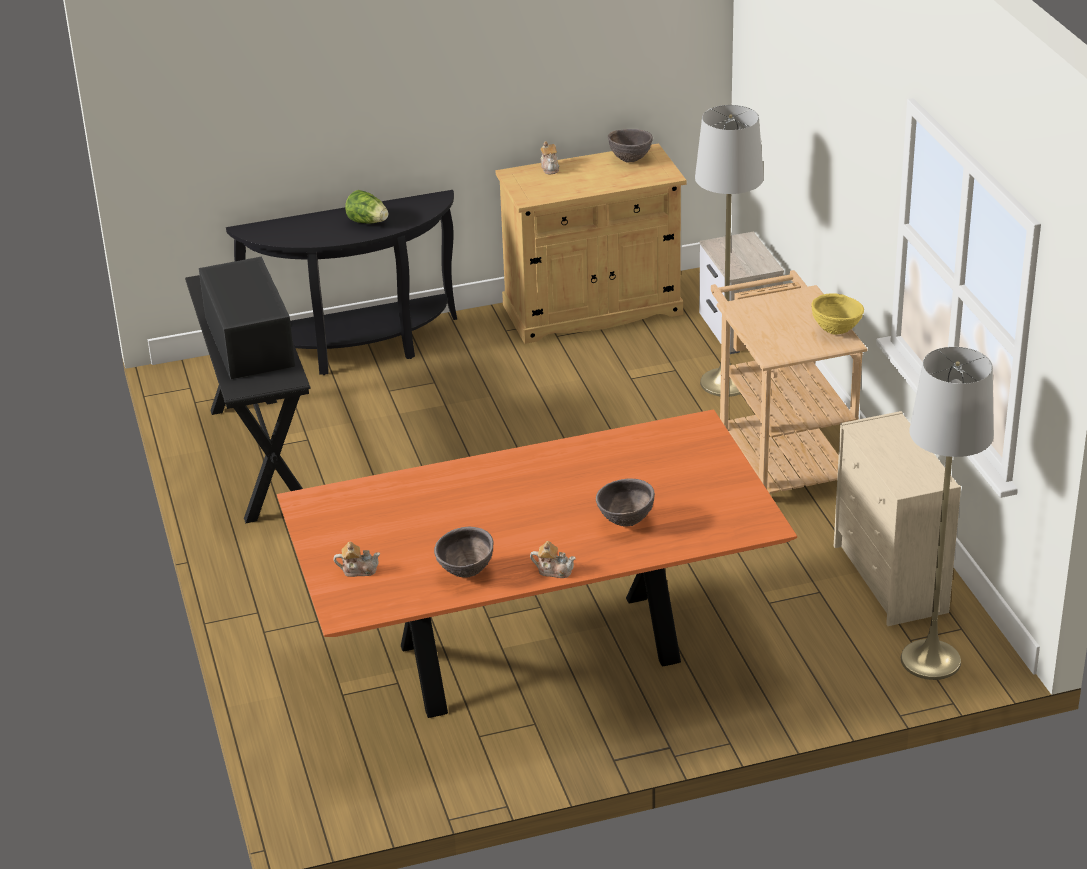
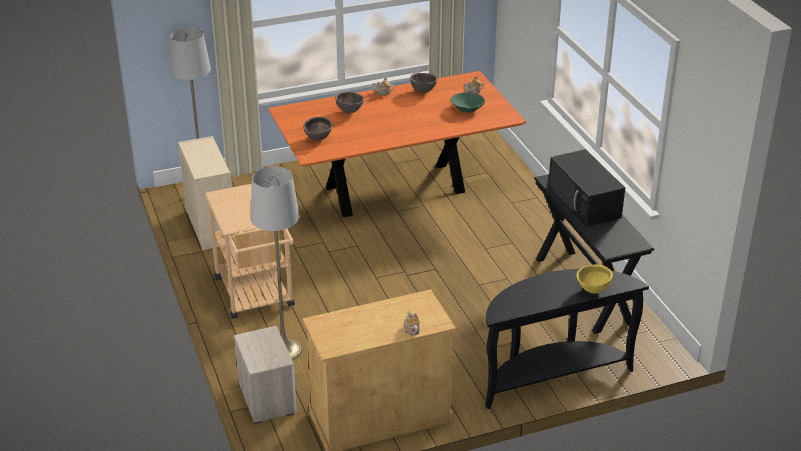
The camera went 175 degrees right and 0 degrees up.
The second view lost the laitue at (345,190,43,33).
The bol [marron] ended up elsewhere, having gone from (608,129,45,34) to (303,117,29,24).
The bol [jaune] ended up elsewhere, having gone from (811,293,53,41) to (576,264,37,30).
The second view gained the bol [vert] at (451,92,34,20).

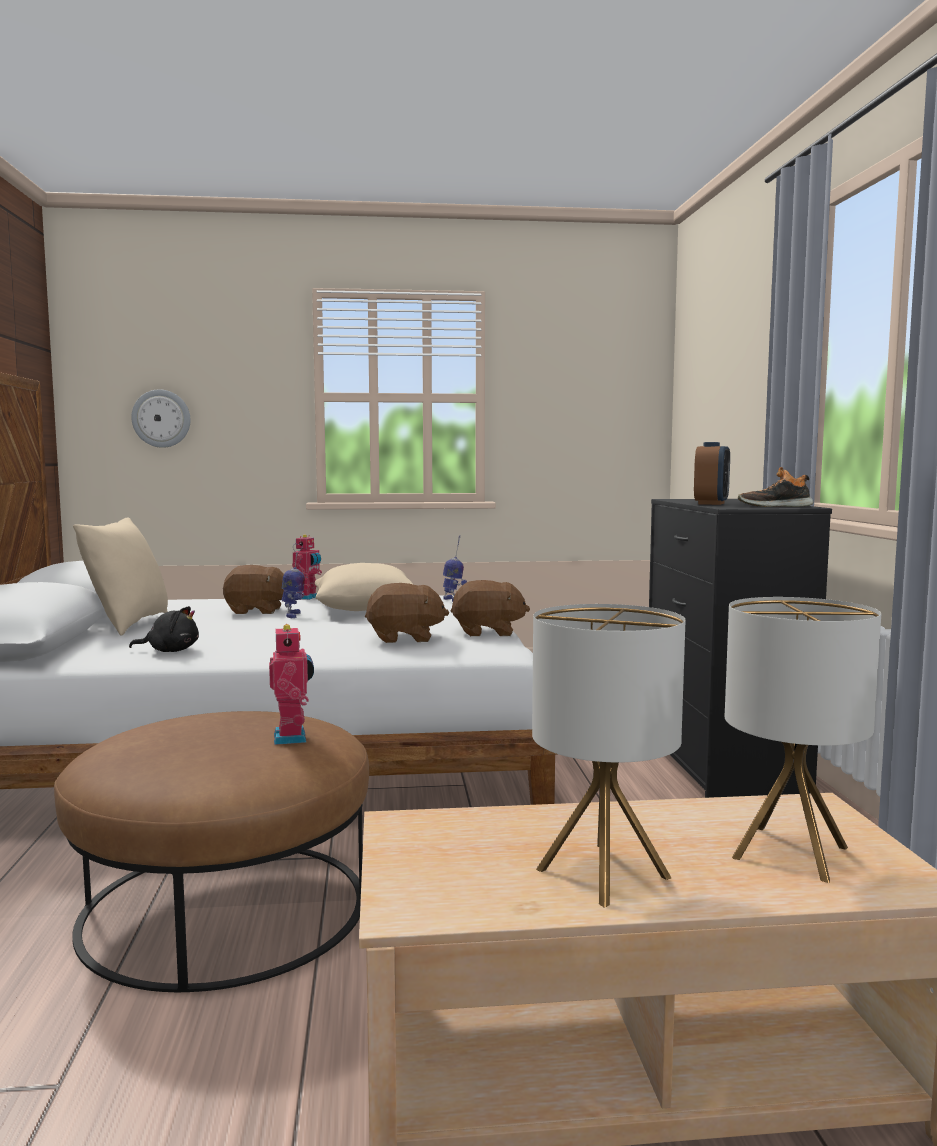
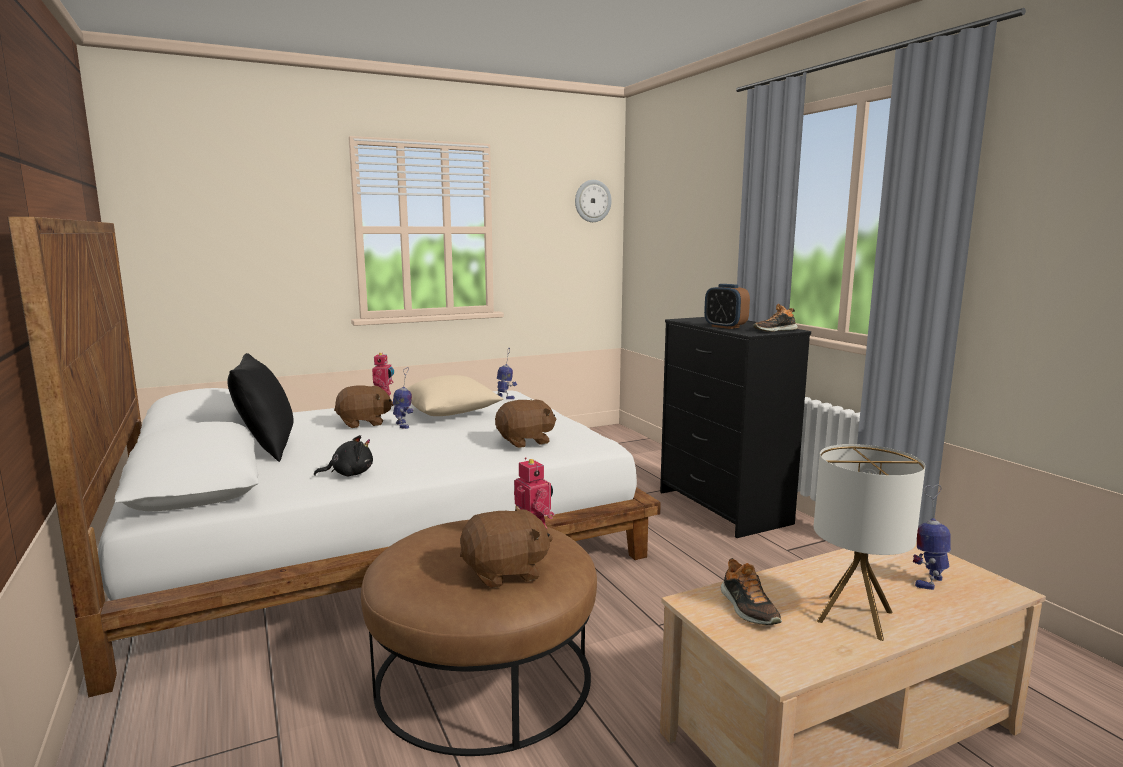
The camera went 20 degrees left and 5 degrees up.
What was the coussin [beige] at (73,517,95,119) turned into the coussin [noir] at (228,353,66,109).
The horloge murale ended up elsewhere, having gone from (131,389,60,59) to (575,180,37,42).
The peluche [marron] ended up elsewhere, having gone from (451,580,79,56) to (460,506,93,82).
The réveil at (694,442,36,63) ended up facing another way, 135 degrees clockwise from before.
Where the lampe de table stood at (725,597,156,286), the robot jouet came to stand at (913,485,38,105).
The second view gained the chaussure at (721,558,61,67).

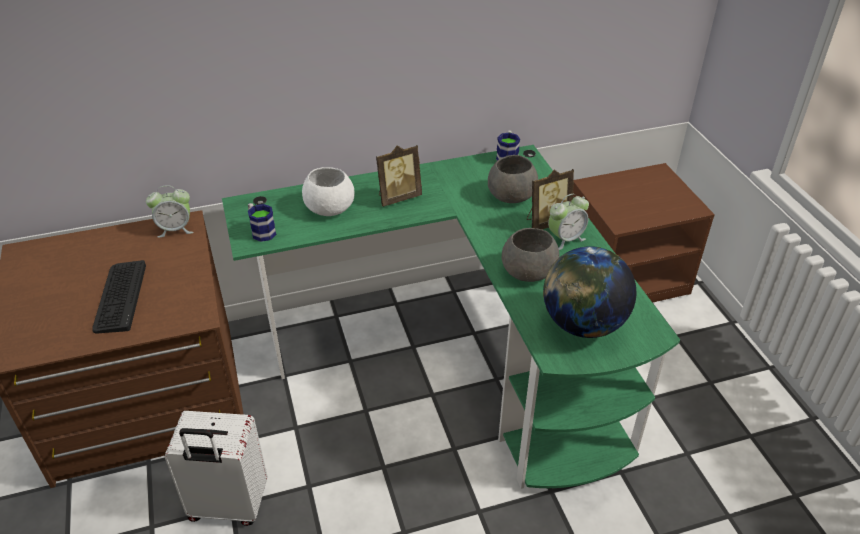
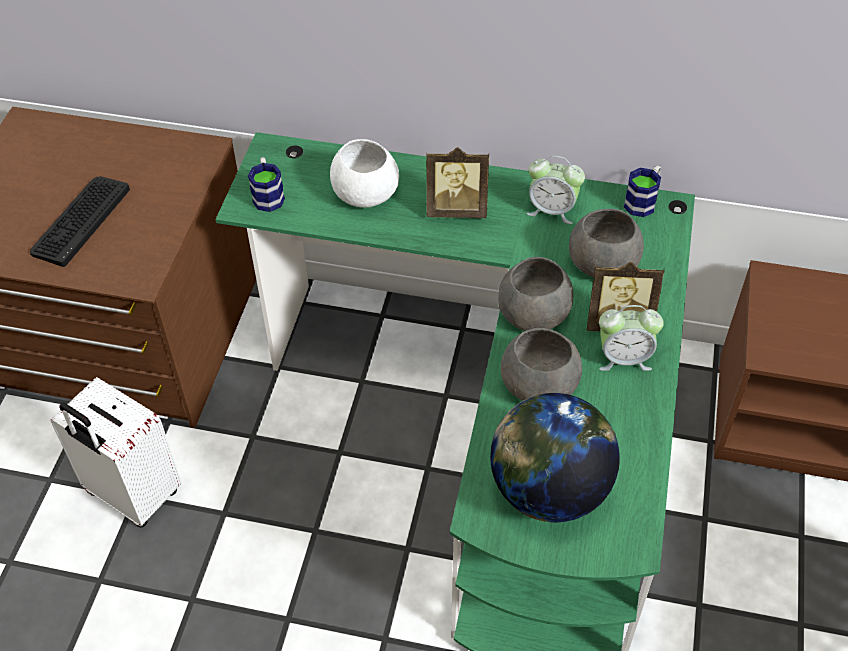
The camera went 30 degrees right and 10 degrees up.
The réveil ended up elsewhere, having gone from (146,185,47,53) to (527,156,58,68).
The second view gained the bol [gris] at (498,257,76,74).

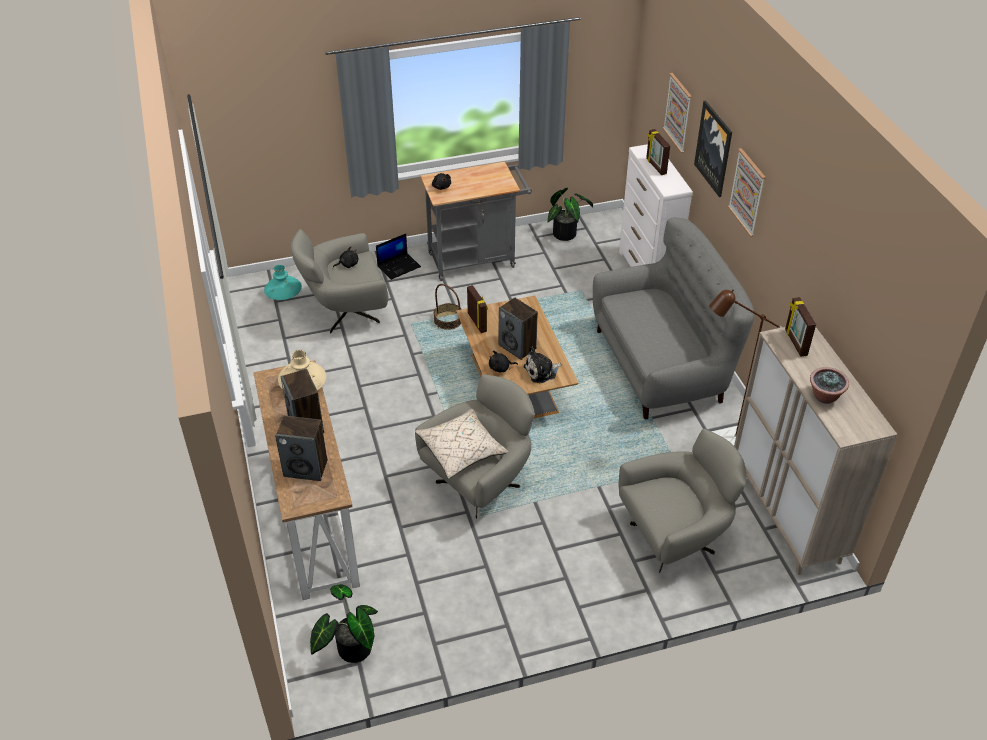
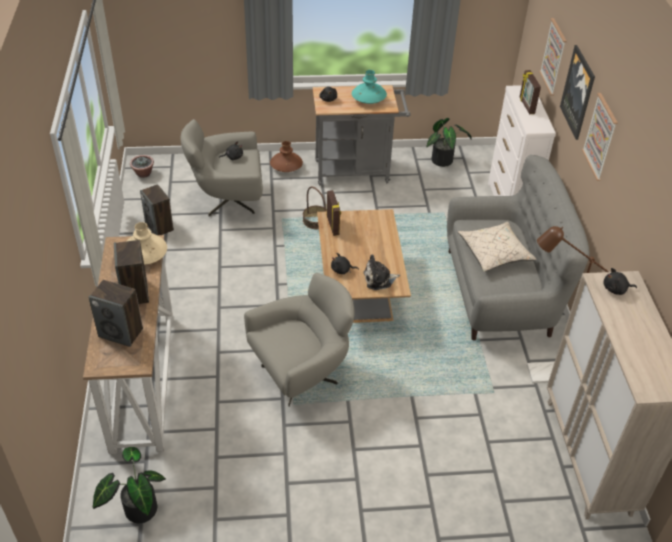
The camera went 10 degrees right and 0 degrees up.
The vase [turquoise] ended up elsewhere, having gone from (264,265,38,35) to (352,70,35,34).
Where the ordinateur portable stood at (376,234,45,46), the vase [marron] came to stand at (270,141,33,31).
The coussin [beige] ended up elsewhere, having gone from (415,409,93,70) to (458,222,79,50).
The enceinte ended up elsewhere, having gone from (499,298,39,62) to (140,184,34,51).
The second view lost the fauteuil [gris] at (619,429,127,144).
Where the cadre photo stood at (785,297,31,60), the peluche [noir] came to stand at (604,268,33,27).
The plante en pot ended up elsewhere, having gone from (810,367,39,37) to (130,155,24,23).

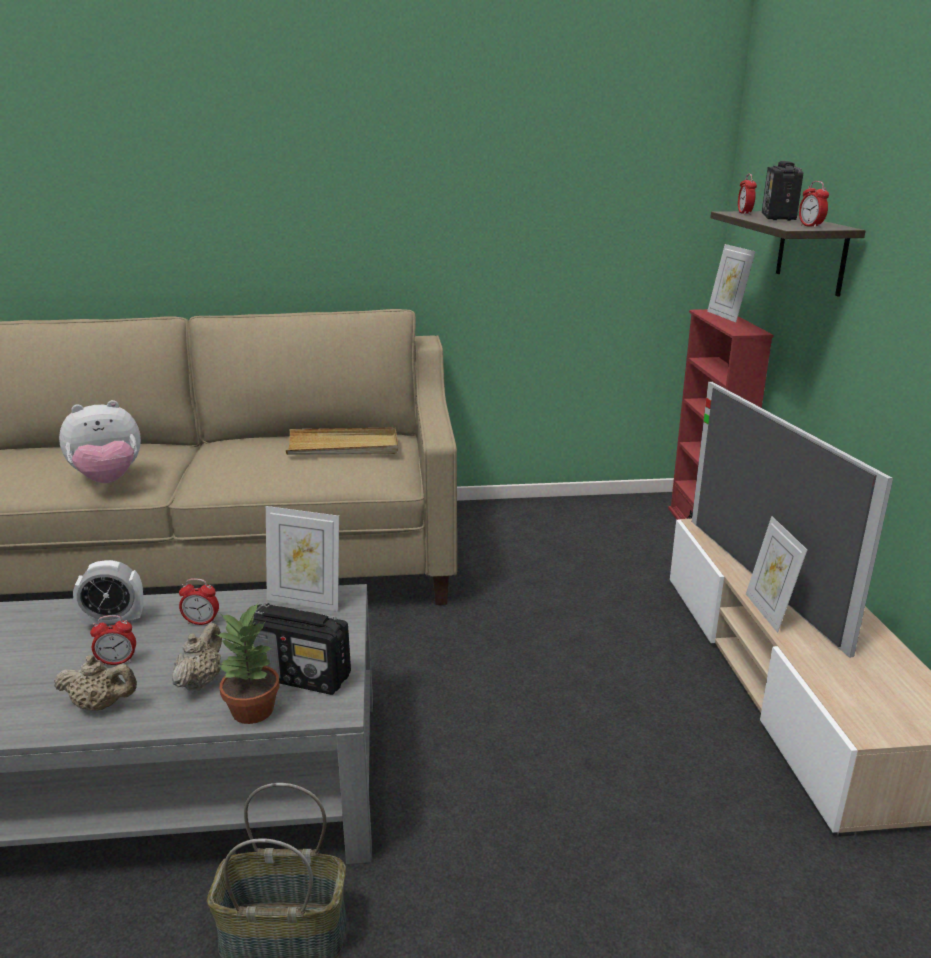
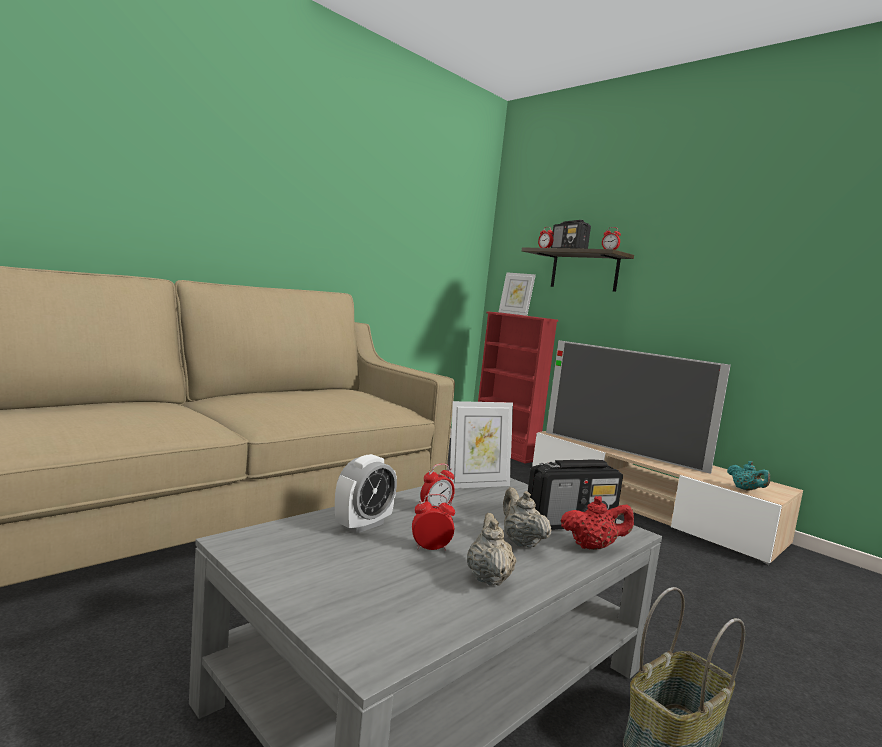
The camera went 40 degrees left and 15 degrees down.
The théière [beige] at (54,655,83,56) ended up facing another way, 60 degrees counterclockwise from before.
The second view lost the peluche at (59,400,82,83).
The réveil at (90,615,46,50) ended up facing another way, 135 degrees counterclockwise from before.
Where the plante en pot stood at (215,603,65,121), the théière [rouge] came to stand at (561,496,73,54).
The second view lost the plateau [beige] at (286,427,112,28).
The second view lost the cadre photo at (746,516,61,117).
The second view gained the théière [turquoise] at (727,461,43,29).

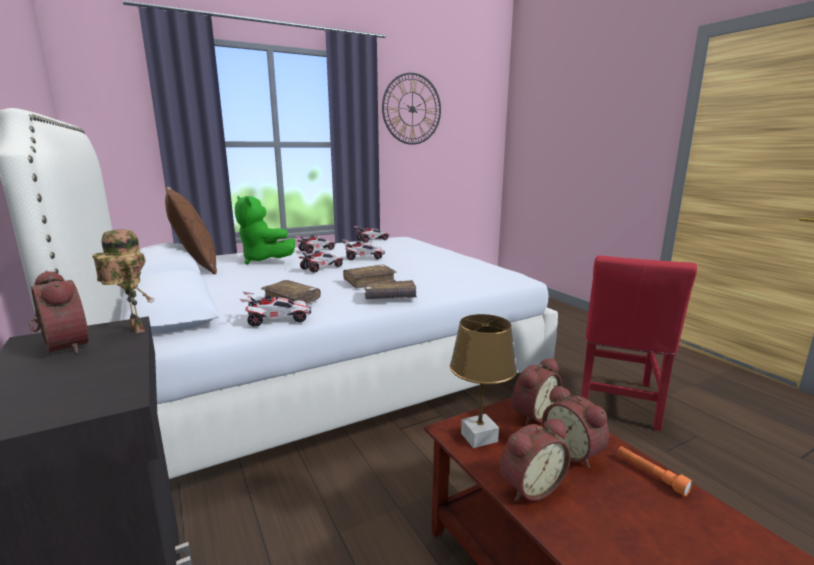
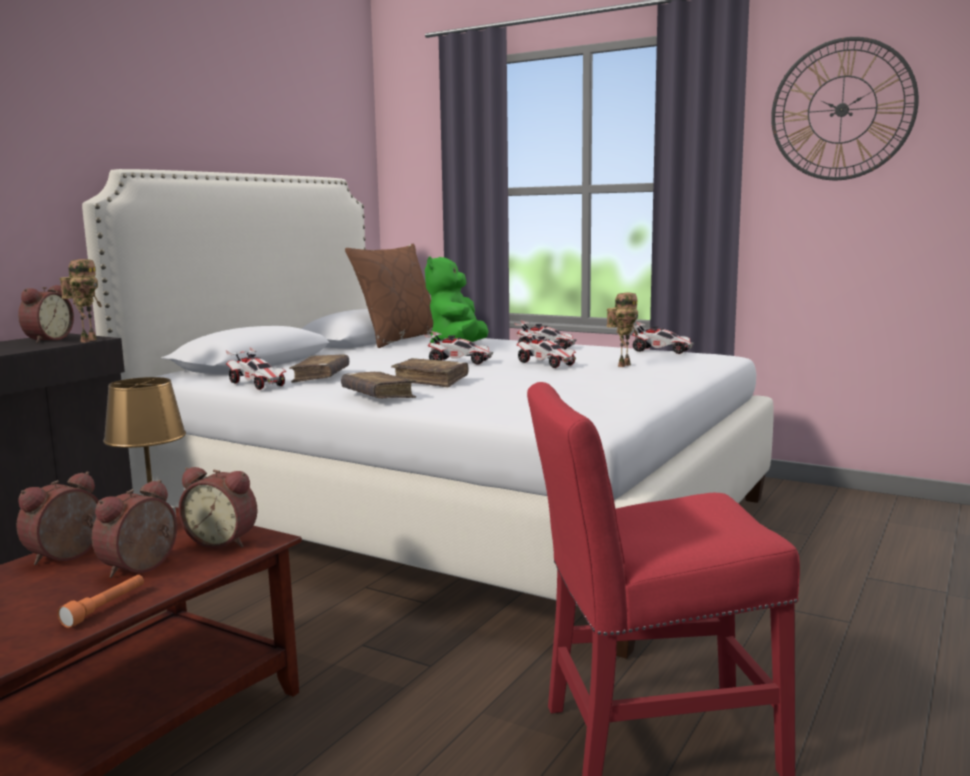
The camera went 60 degrees right and 5 degrees down.
The réveil at (499,419,72,82) ended up facing another way, 90 degrees clockwise from before.
The second view gained the robot jouet at (607,292,31,75).

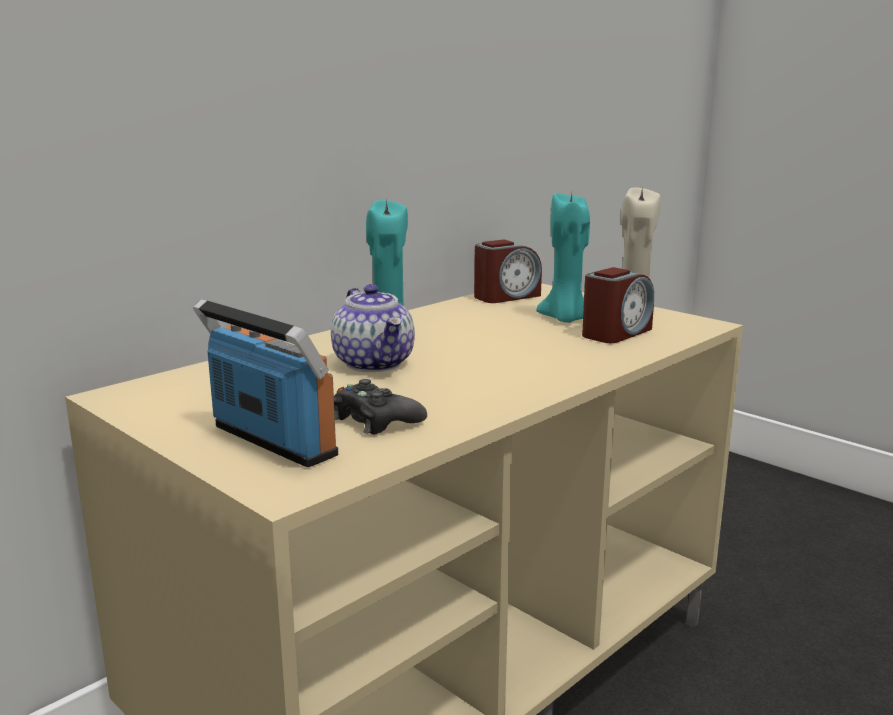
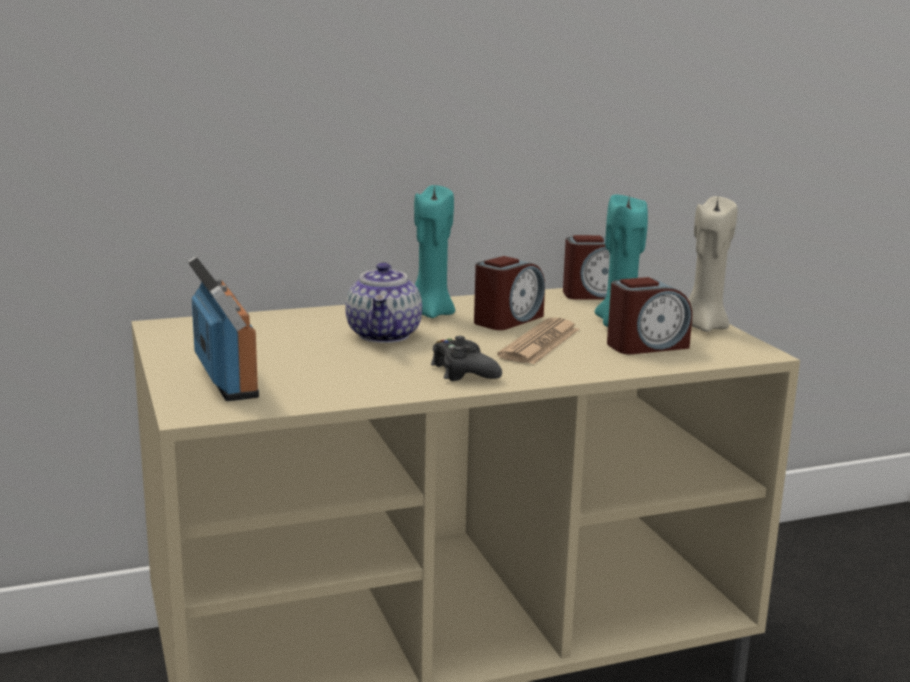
The camera went 25 degrees right and 0 degrees up.
The manette [noir] ended up elsewhere, having gone from (334,379,93,56) to (431,336,71,45).
The second view gained the réveil at (474,256,71,74).
The second view gained the journal at (497,318,82,46).

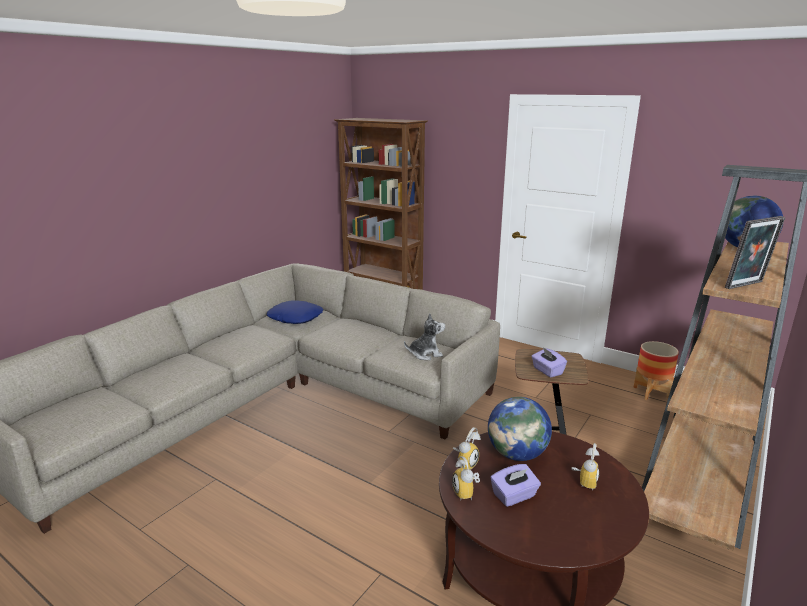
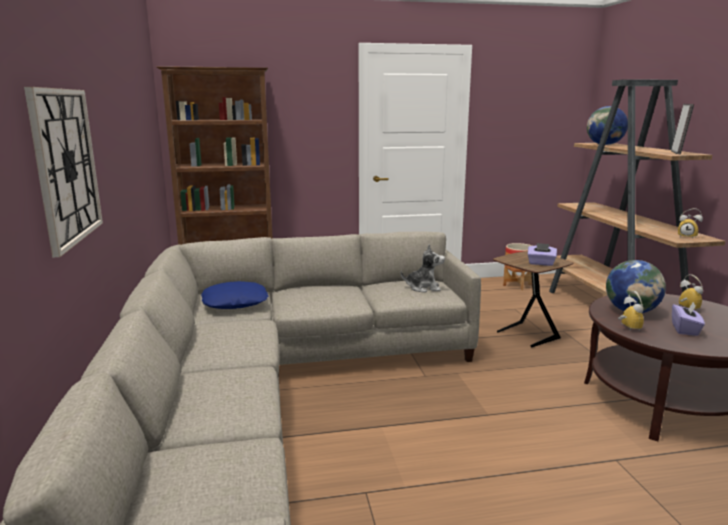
The camera went 45 degrees left and 5 degrees down.
The peluche at (404,313,41,47) ended up facing another way, 60 degrees clockwise from before.
The réveil ended up elsewhere, having gone from (452,456,28,45) to (678,208,25,30).
The second view gained the horloge murale at (24,87,79,170).

